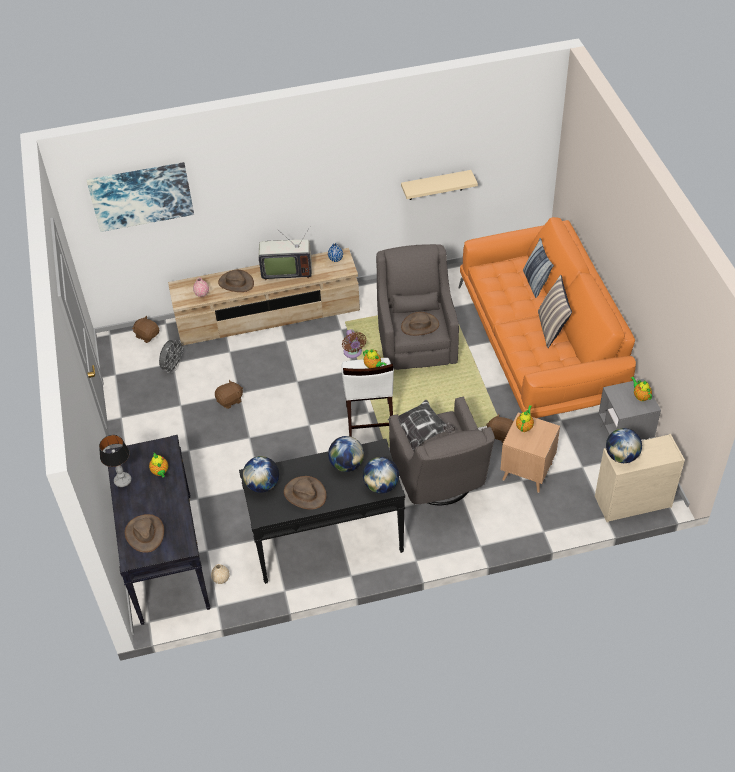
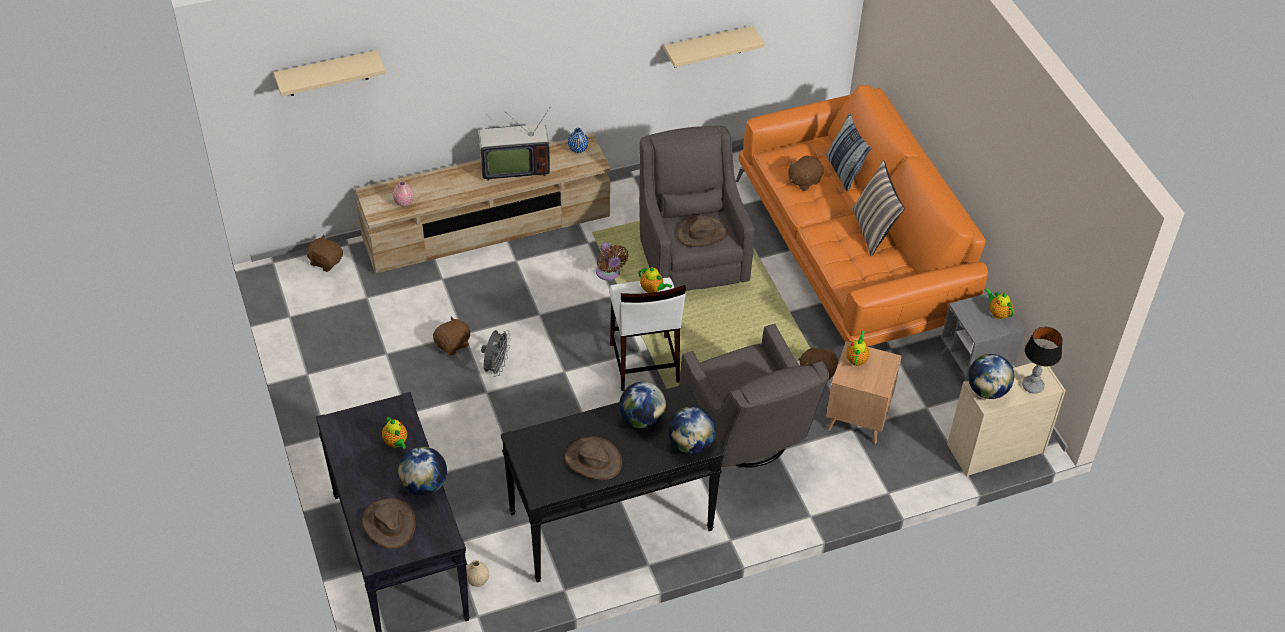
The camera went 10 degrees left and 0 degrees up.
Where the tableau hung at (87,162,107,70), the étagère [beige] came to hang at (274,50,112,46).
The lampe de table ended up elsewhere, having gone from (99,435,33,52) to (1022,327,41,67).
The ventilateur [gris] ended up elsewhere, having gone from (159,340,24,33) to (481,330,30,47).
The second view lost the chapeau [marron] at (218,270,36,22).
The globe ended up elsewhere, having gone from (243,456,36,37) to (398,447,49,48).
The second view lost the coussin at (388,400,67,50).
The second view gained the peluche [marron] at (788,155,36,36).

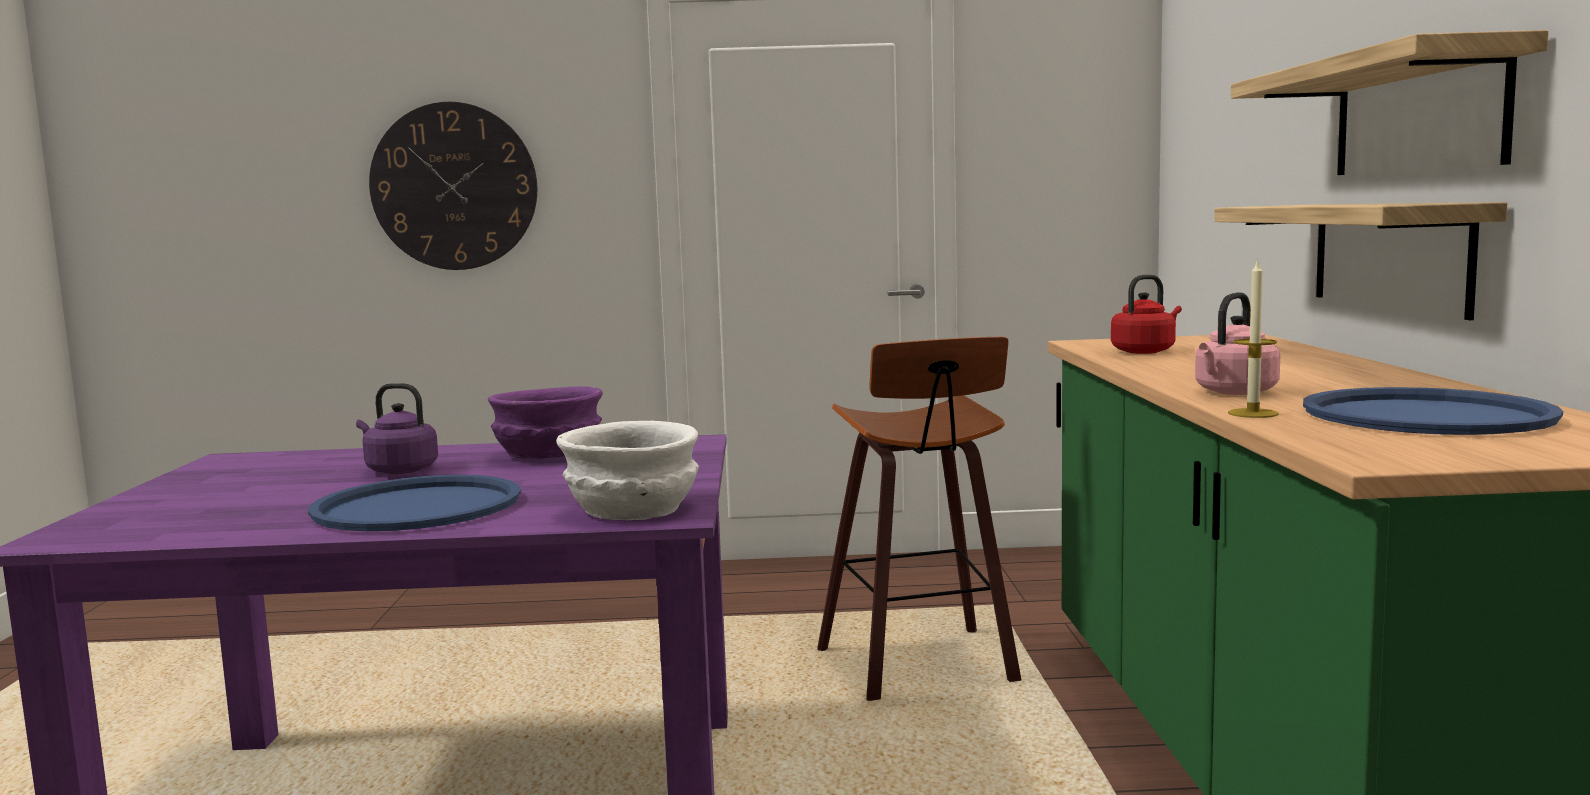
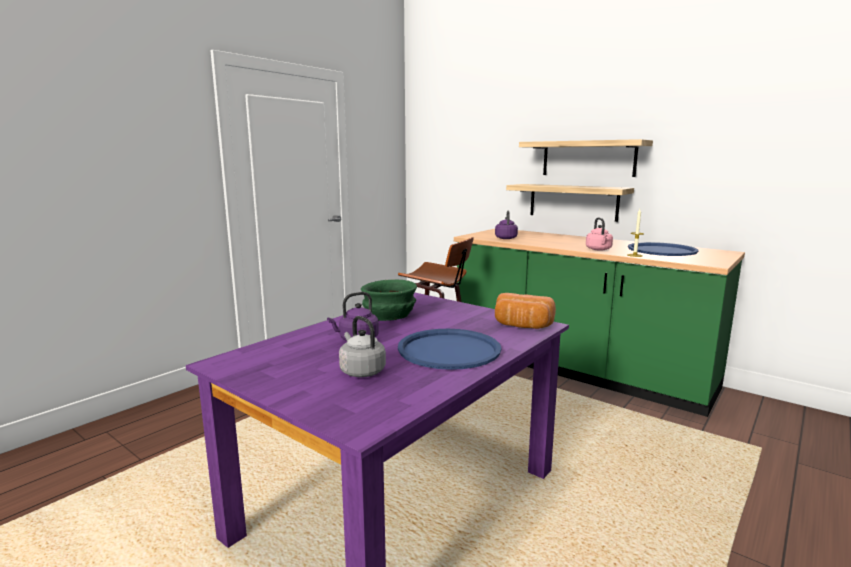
The camera went 50 degrees left and 5 degrees up.
The second view lost the horloge murale at (369,102,168,168).
What was the bol [violet] at (488,386,115,73) turned into the bol [vert] at (361,279,56,42).
Where the bol [blanc] stood at (556,421,143,99), the pain came to stand at (495,293,61,36).
What was the bouilloire [rouge] at (1111,275,71,79) turned into the bouilloire [violet] at (495,210,23,29).
The second view gained the bouilloire [gris] at (339,316,47,61).

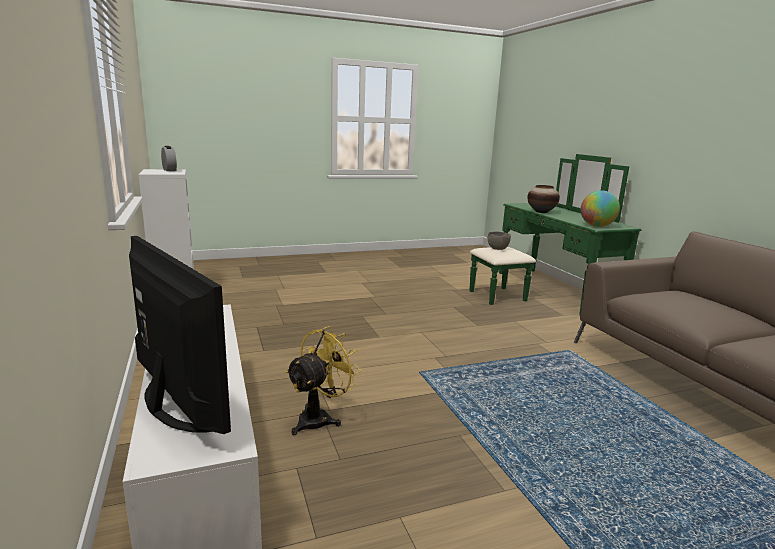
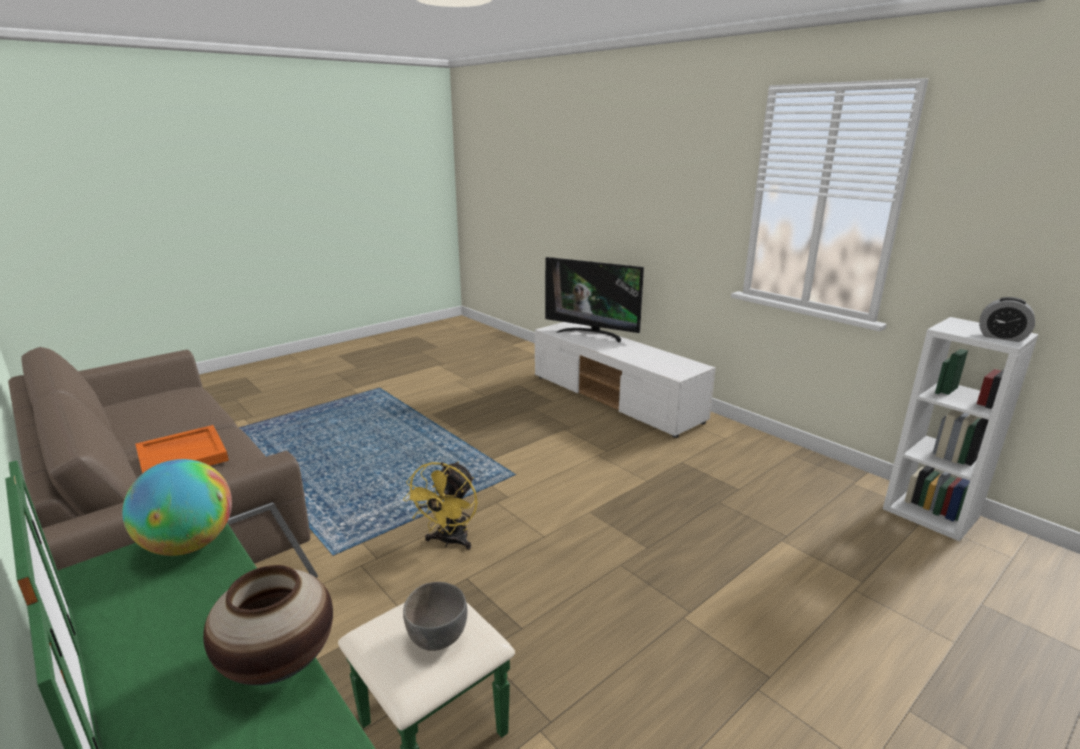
The camera went 160 degrees right and 5 degrees up.
The ventilateur [jaune] ended up elsewhere, having gone from (285,326,76,109) to (403,461,74,89).
The second view gained the plateau [orange] at (135,425,94,48).

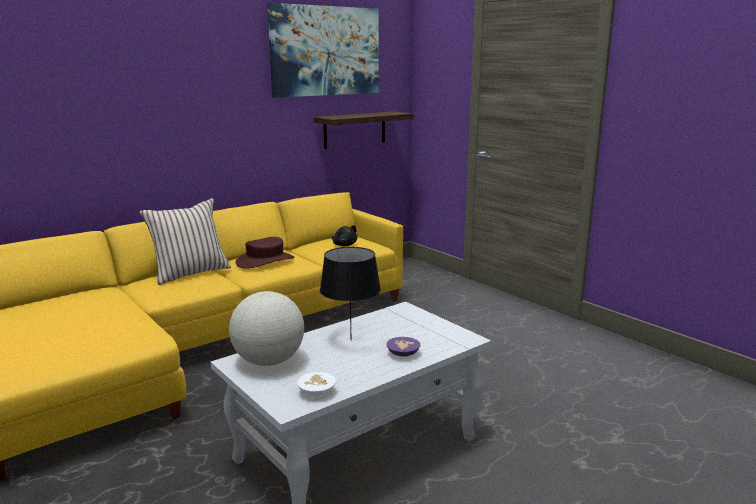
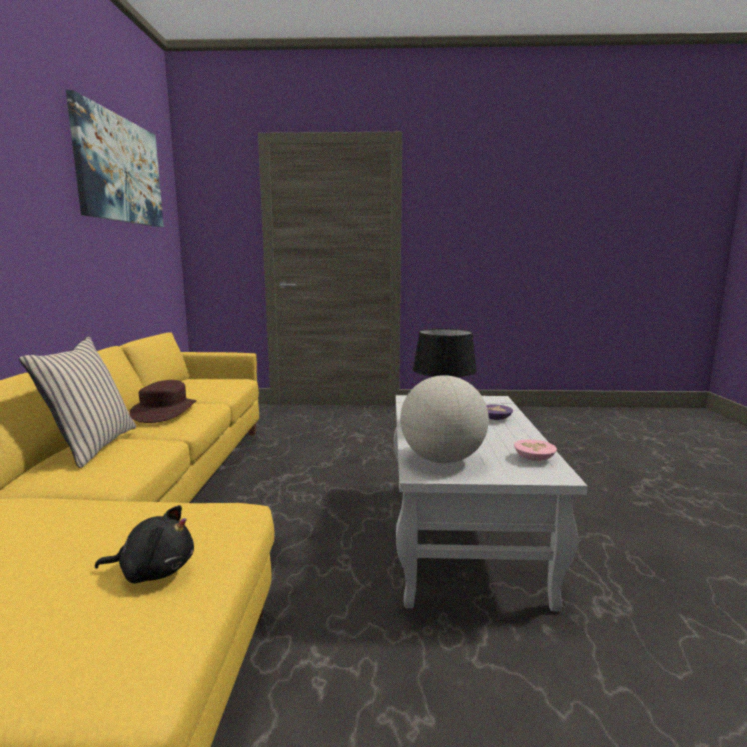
The camera went 50 degrees left and 5 degrees down.
What was the bol [blanc] at (297,372,39,24) turned into the bol [rose] at (514,439,43,22).
The second view lost the étagère at (313,111,100,38).
The peluche [noir] ended up elsewhere, having gone from (332,225,25,21) to (95,505,99,79).

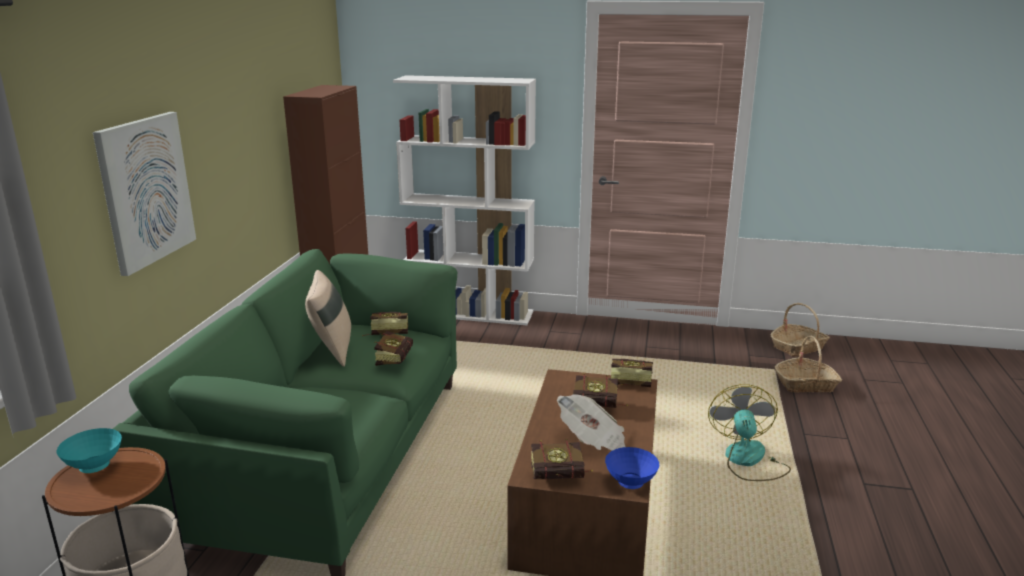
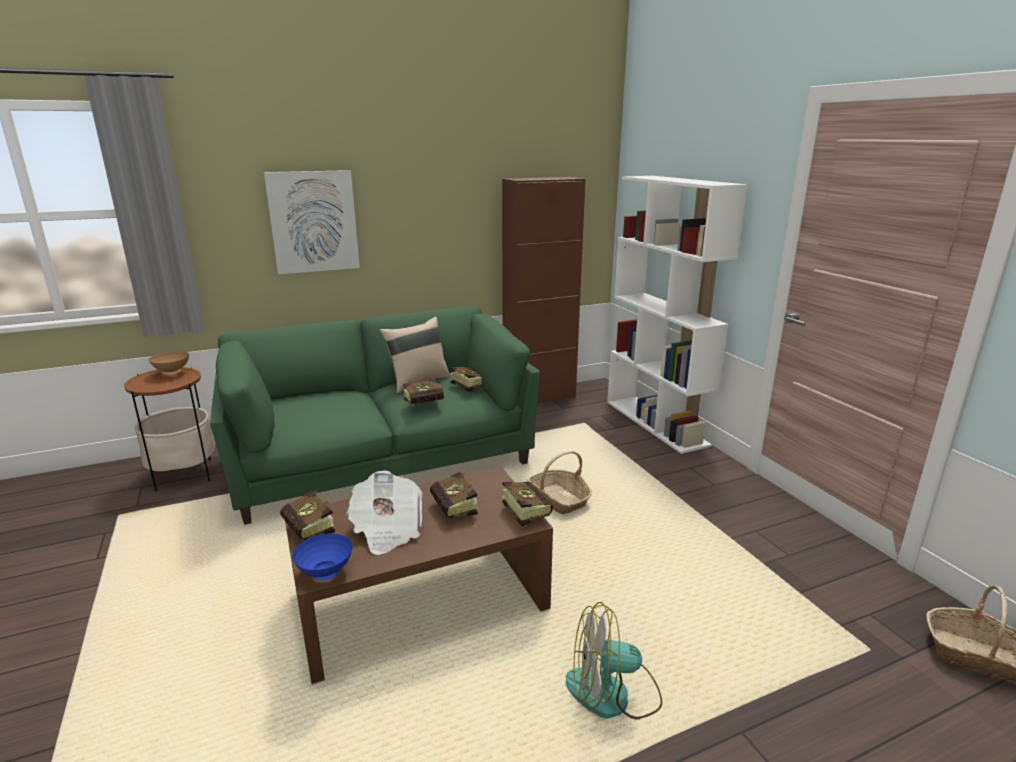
The camera went 55 degrees right and 0 degrees up.
What was the bol [turquoise] at (57,428,65,45) turned into the bol [marron] at (149,351,40,24).
The ventilateur at (708,384,83,97) ended up facing another way, 150 degrees counterclockwise from before.
The panier ended up elsewhere, having gone from (775,336,67,57) to (527,451,65,63).

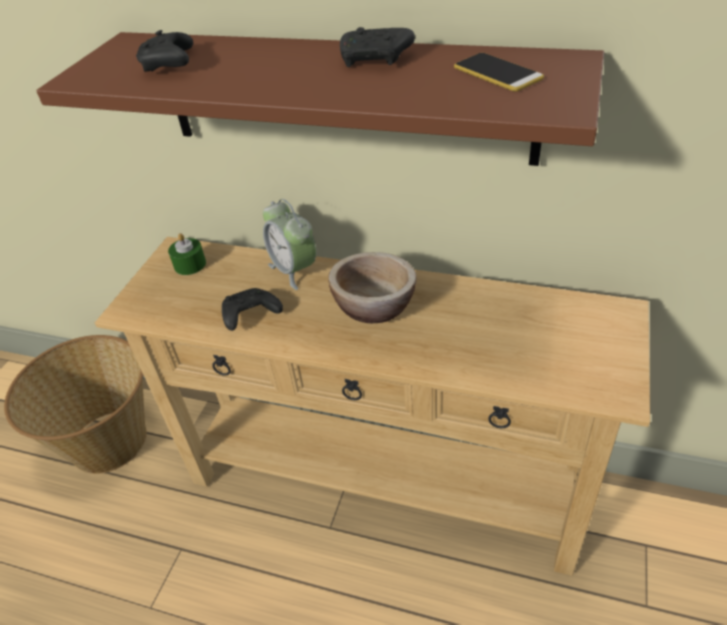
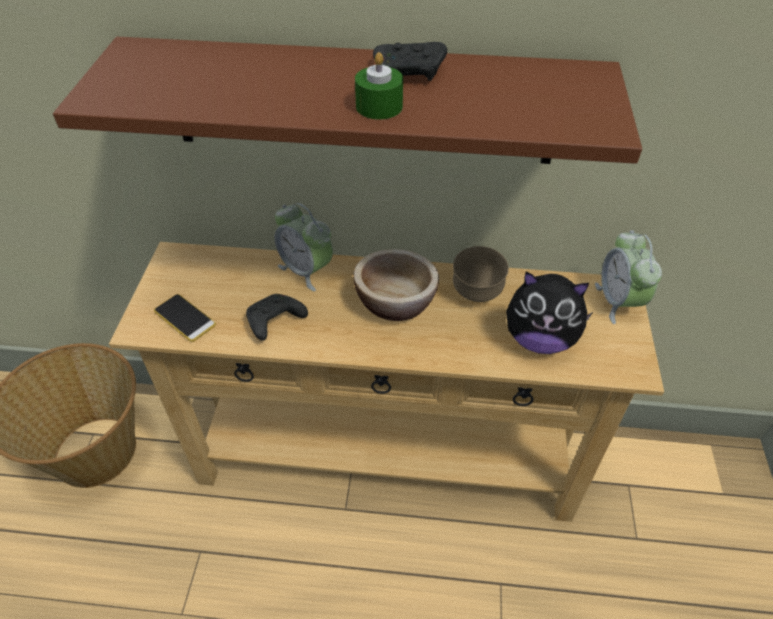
The camera went 15 degrees left and 5 degrees up.
The second view lost the manette [noir] at (136,30,57,42).
The bougie [vert] ended up elsewhere, having gone from (168,233,38,42) to (355,52,48,68).
The téléphone ended up elsewhere, having gone from (454,53,90,38) to (154,294,62,48).
The second view gained the bol [marron] at (453,246,56,56).
The second view gained the peluche at (506,271,87,83).
The second view gained the réveil at (595,230,67,94).

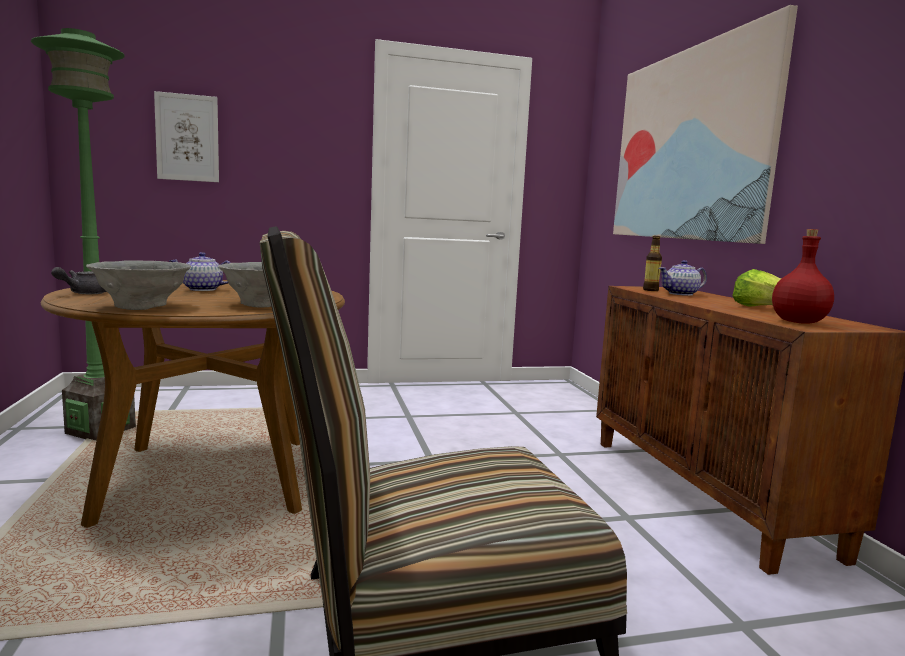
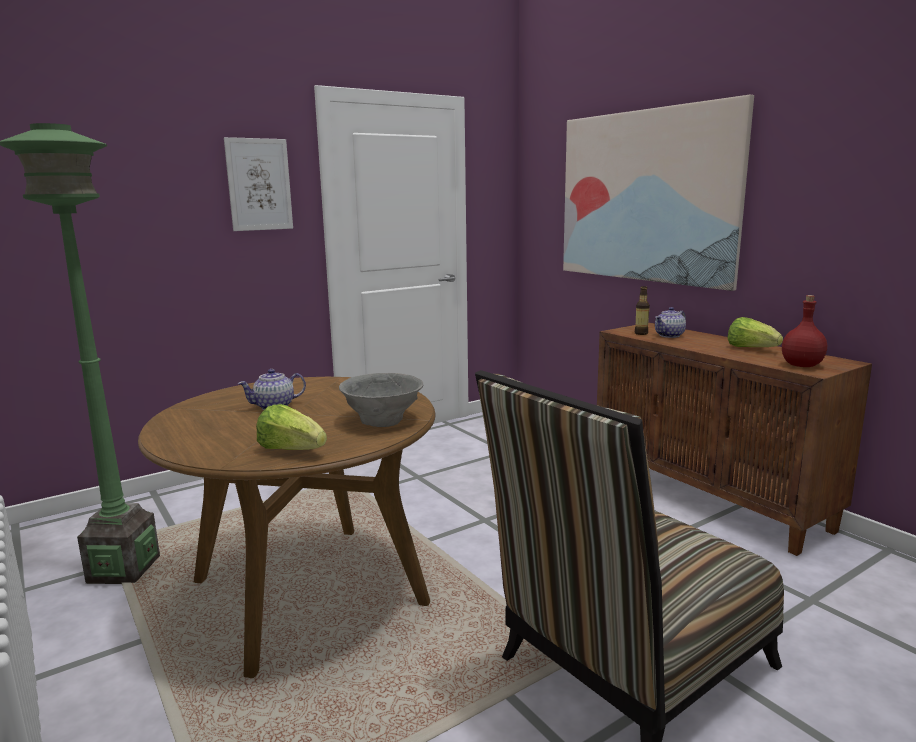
The camera went 20 degrees left and 5 degrees up.
The second view lost the théière [gris] at (51,267,56,27).
Where the bol [gris] stood at (86,260,105,50), the laitue came to stand at (256,404,71,46).
The tableau ended up elsewhere, having gone from (154,91,65,91) to (224,137,69,94).

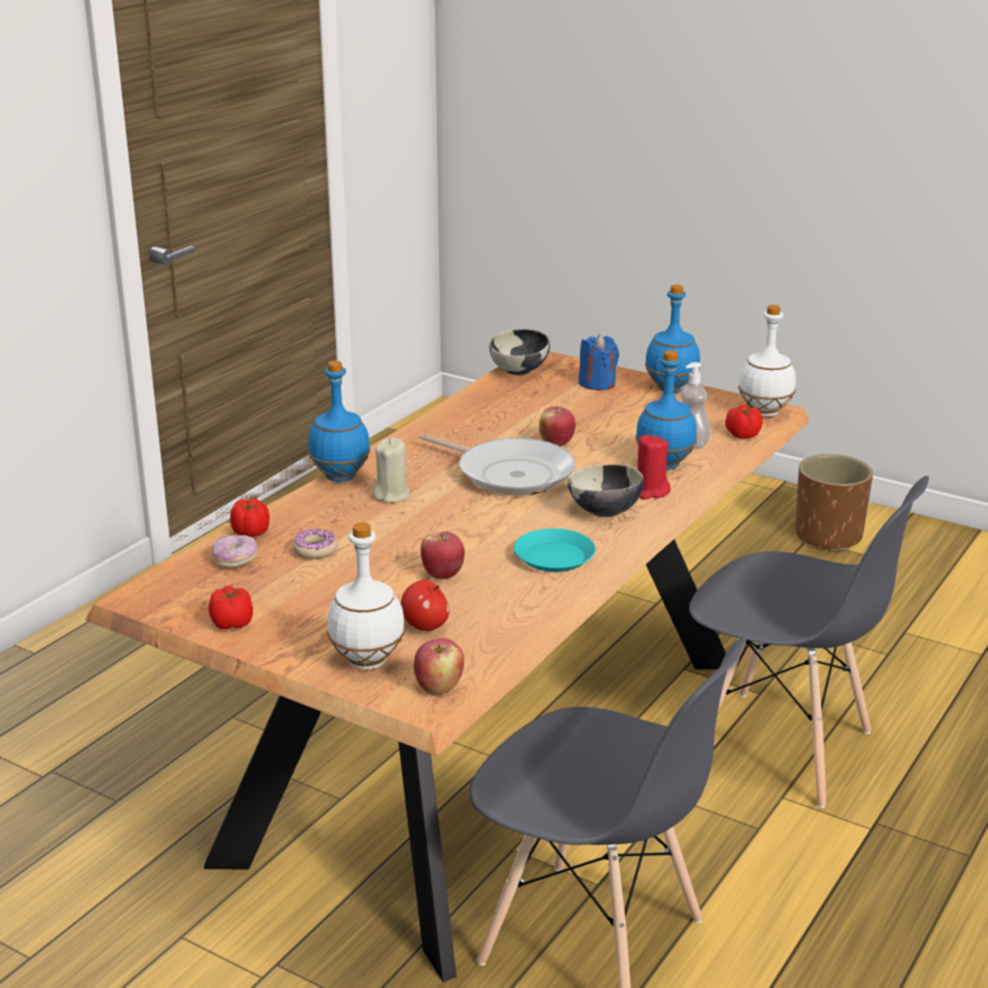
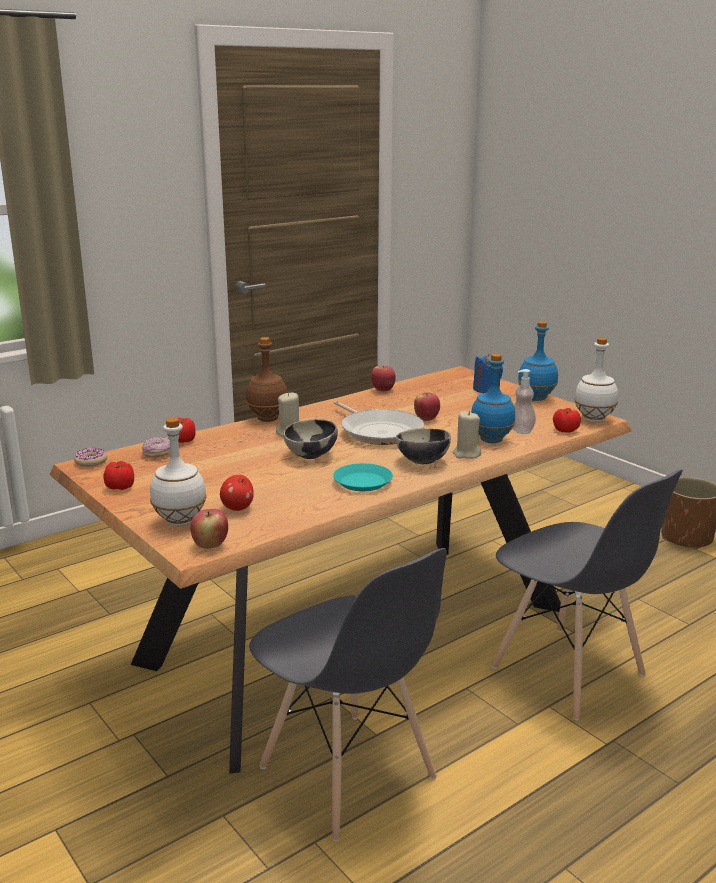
The camera went 20 degrees right and 5 degrees down.
The beignet ended up elsewhere, having gone from (293,529,45,30) to (74,448,33,19).
What was the bouteille [bleu] at (308,361,62,121) turned into the bouteille [marron] at (246,337,42,85).
The pomme ended up elsewhere, having gone from (421,531,44,48) to (371,366,25,25).
The bol ended up elsewhere, having gone from (489,329,61,46) to (283,419,55,40).
What was the bougie [rouge] at (637,435,33,65) turned into the bougie [beige] at (453,411,28,48).

